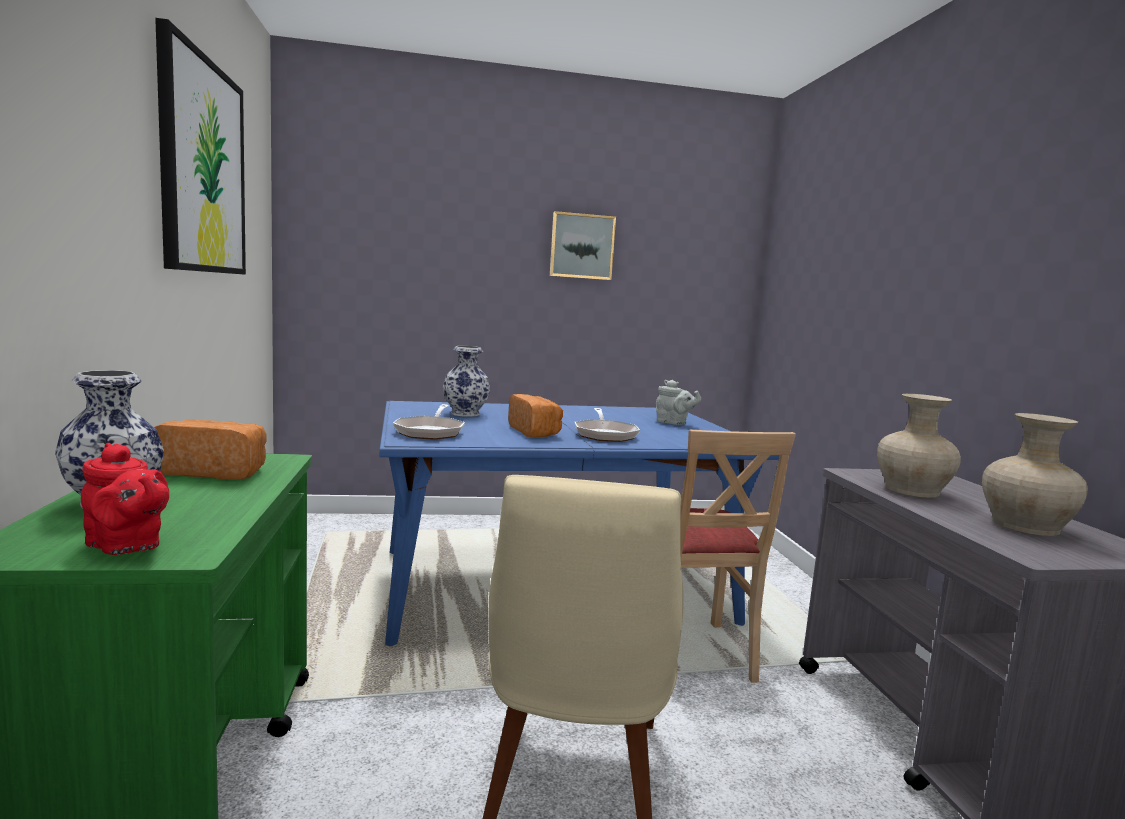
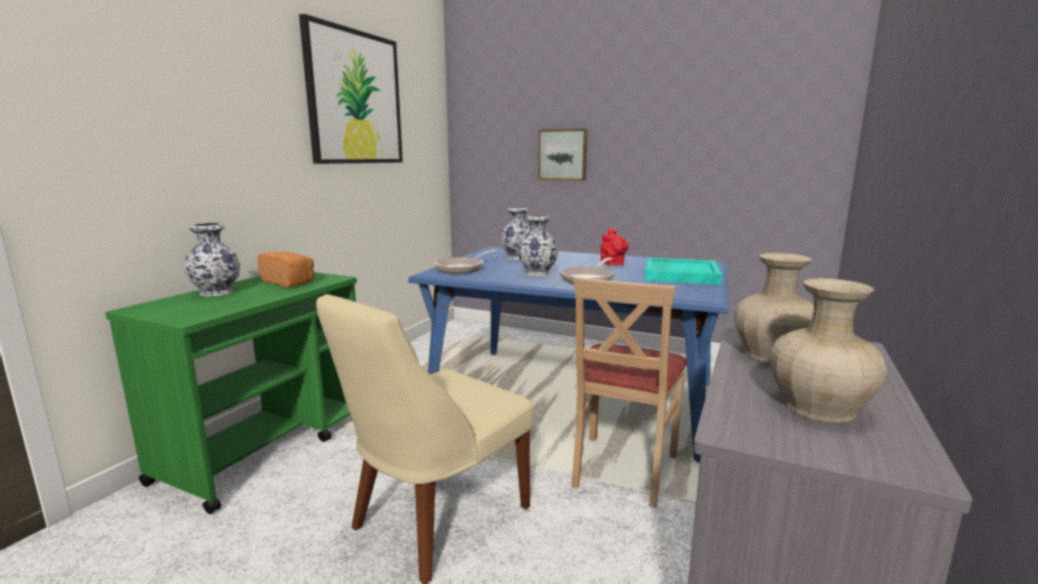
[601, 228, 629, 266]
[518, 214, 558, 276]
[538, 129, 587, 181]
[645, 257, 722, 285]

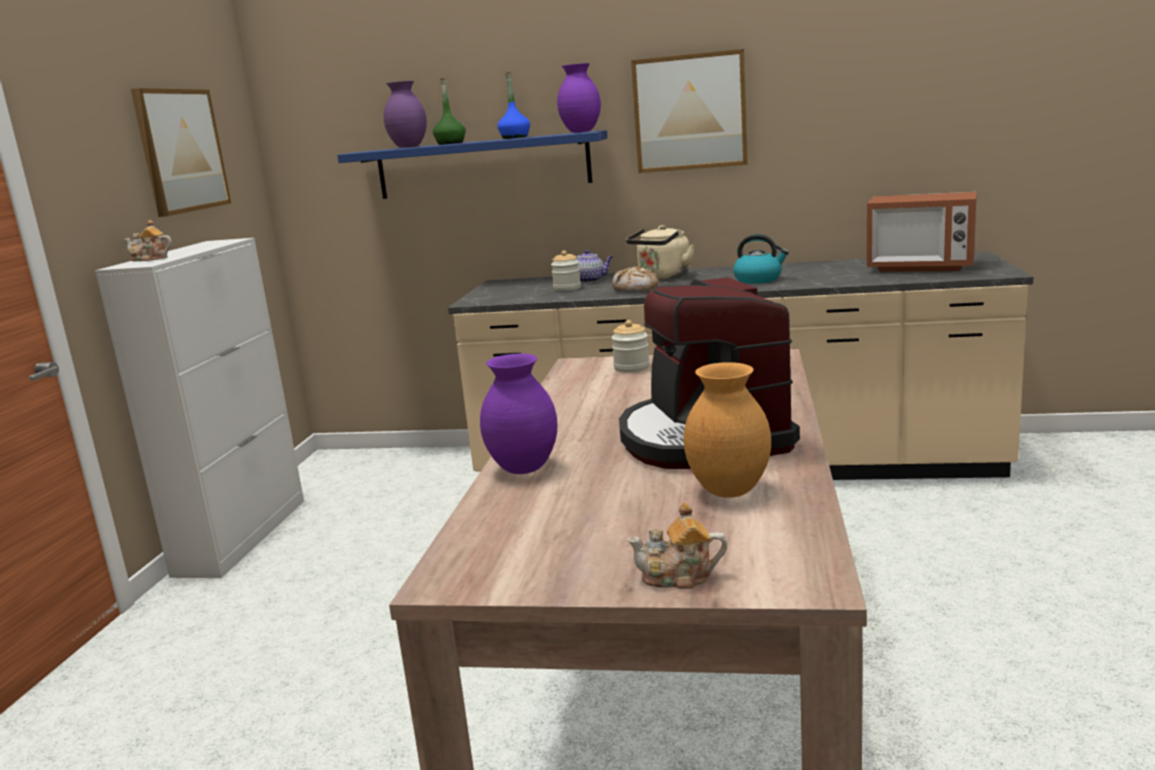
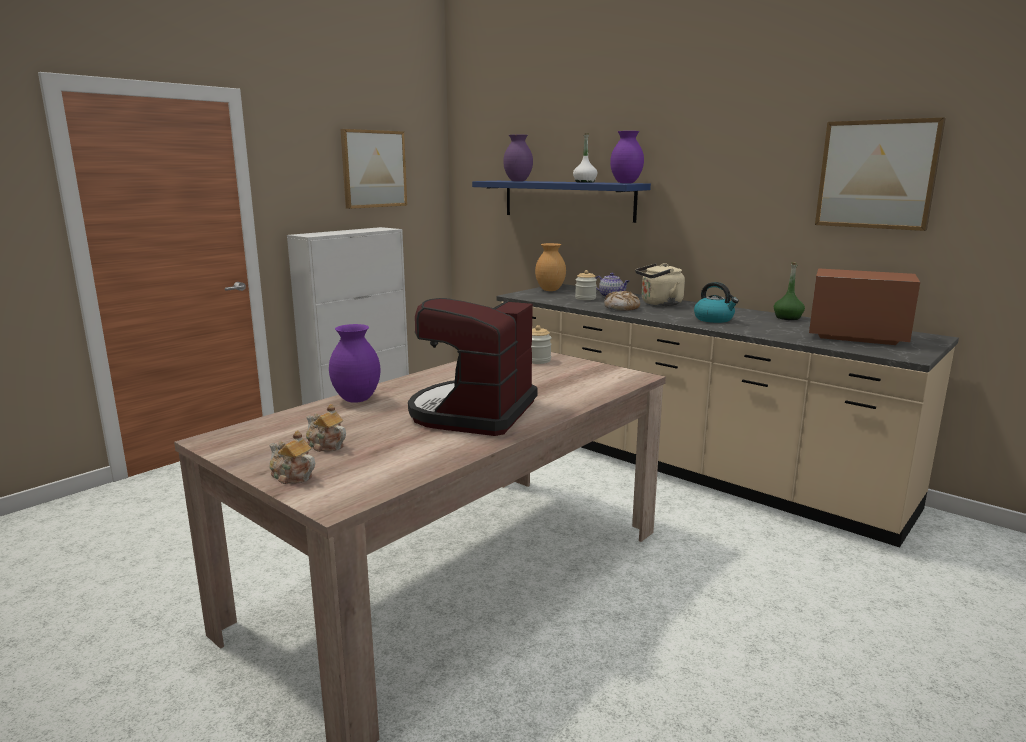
[306, 404, 346, 452]
[774, 262, 805, 320]
[573, 133, 597, 182]
[815, 117, 946, 231]
[535, 243, 566, 291]
[809, 268, 920, 345]

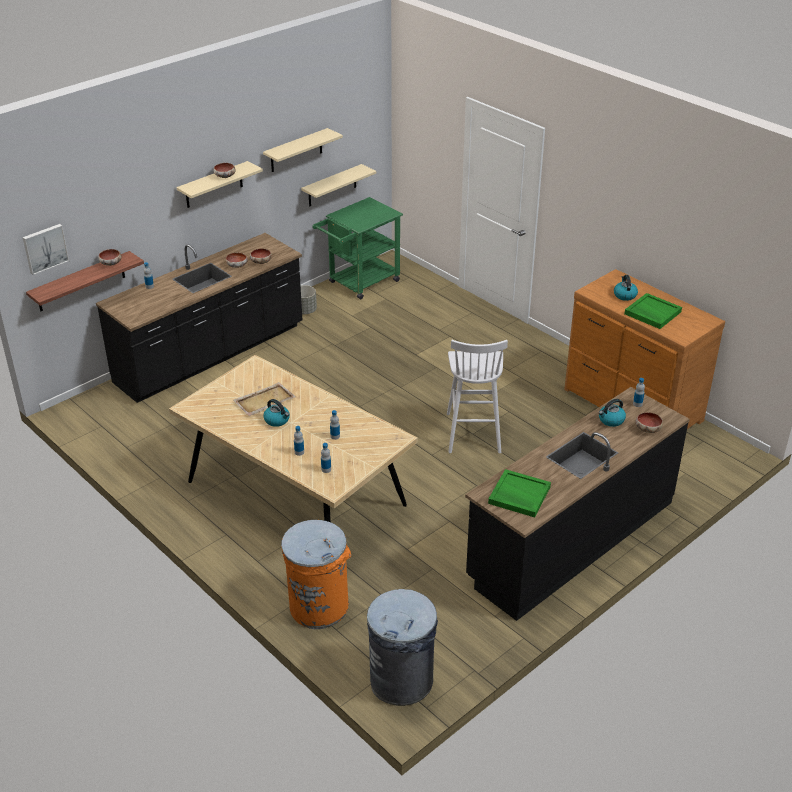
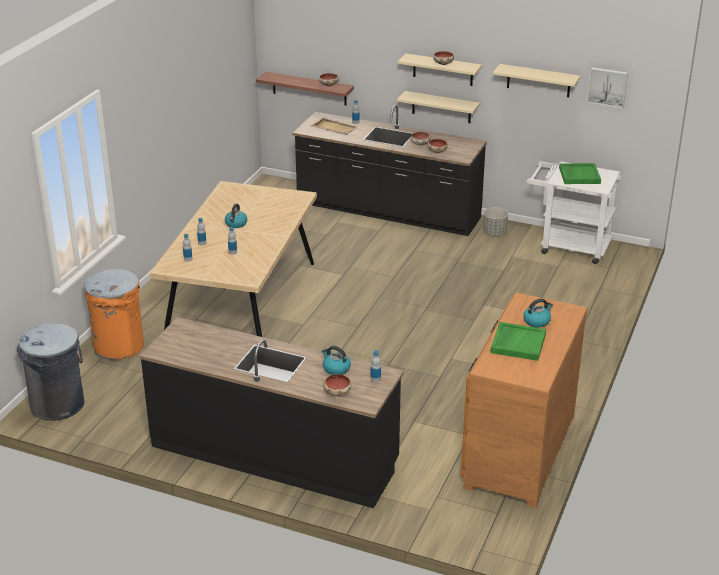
[587, 67, 628, 108]
[310, 117, 359, 135]
[397, 91, 480, 123]
[527, 161, 621, 264]
[447, 340, 508, 454] (first image)
[559, 163, 601, 184]

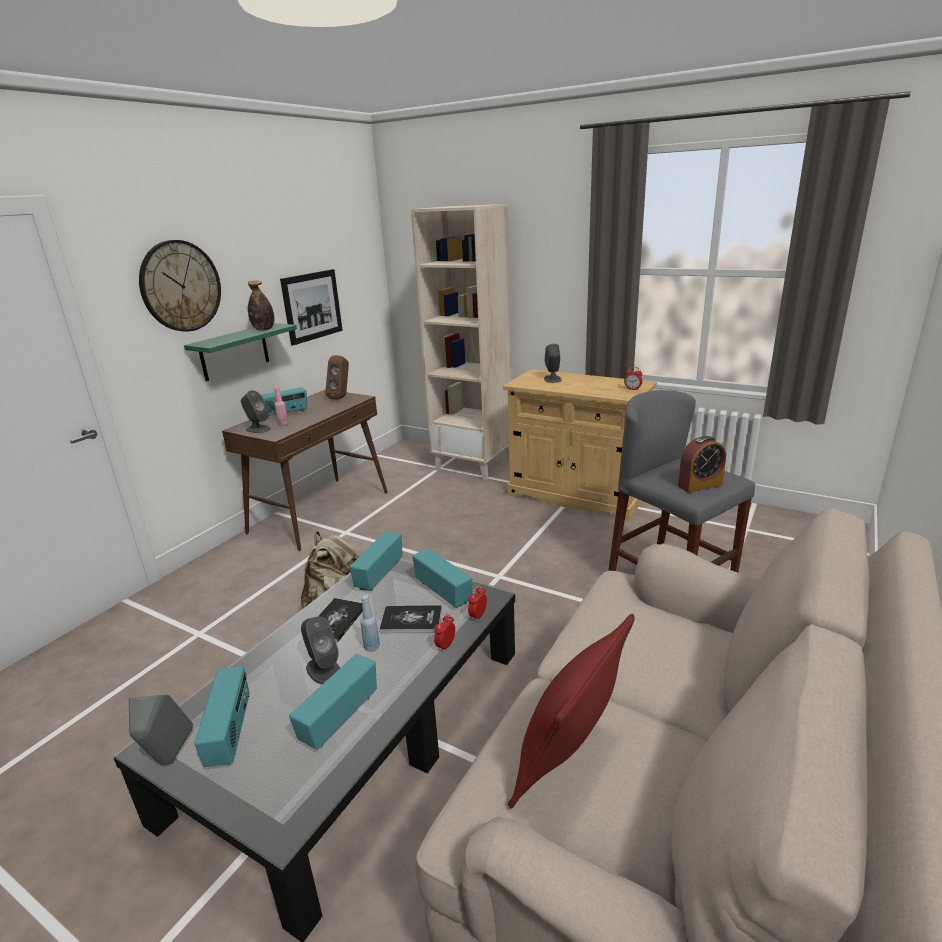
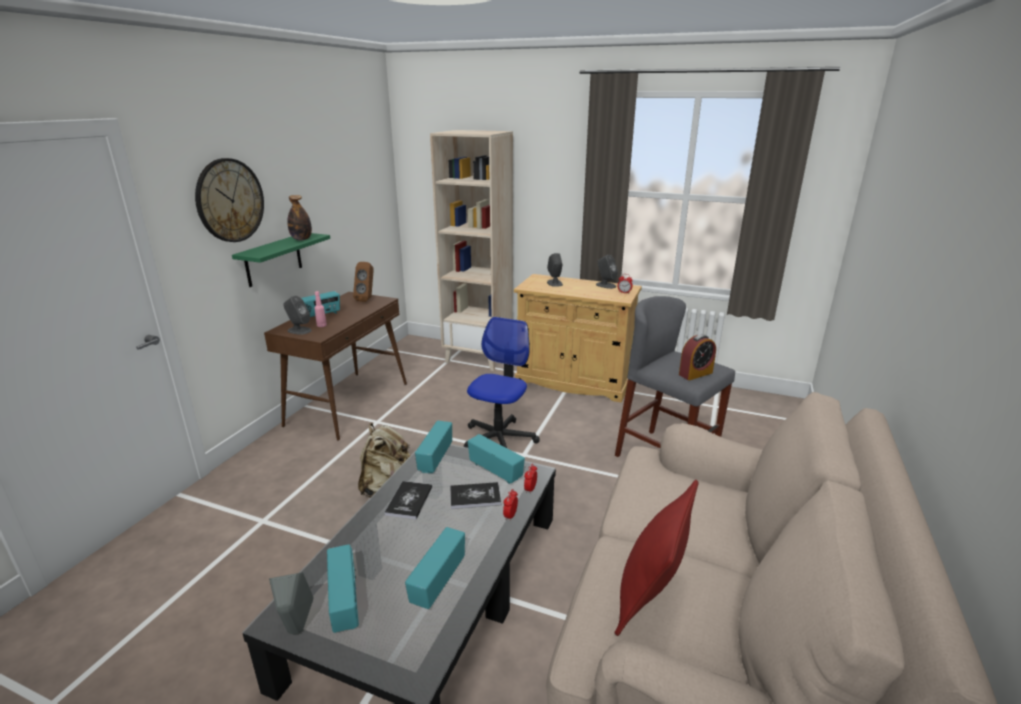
[280, 269, 343, 345] (first image)
[596, 255, 618, 289]
[360, 595, 380, 651] (first image)
[464, 317, 540, 448]

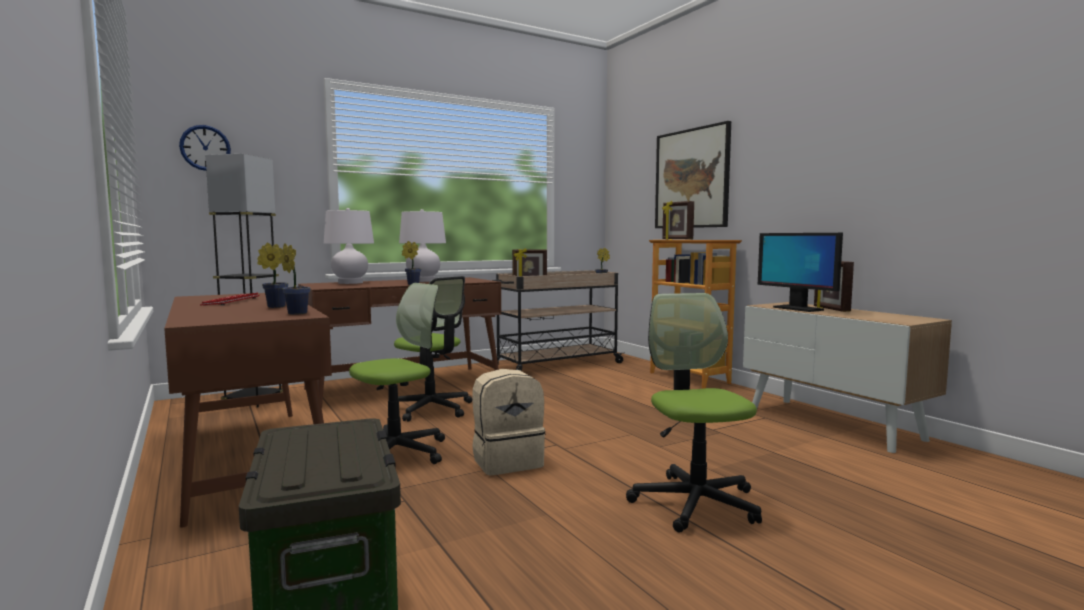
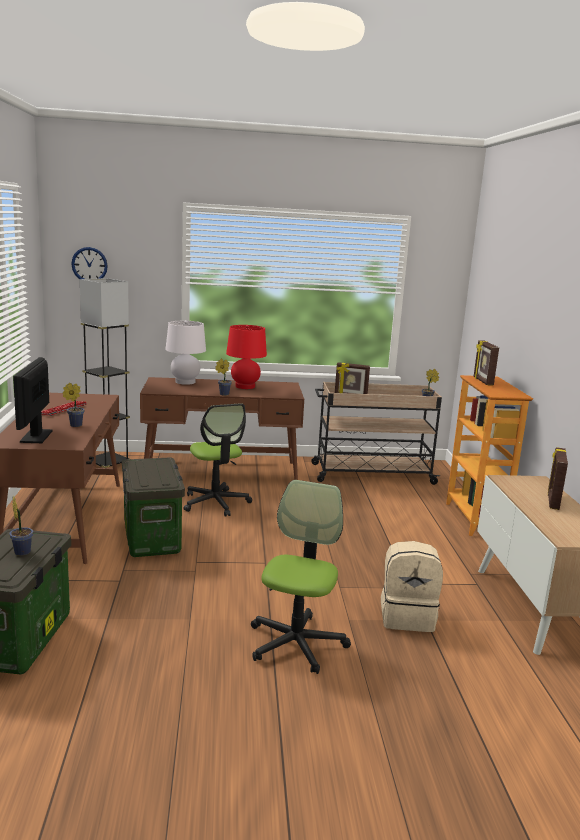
[9, 496, 33, 556]
[122, 457, 185, 557]
[226, 325, 267, 389]
[381, 541, 443, 632]
[655, 121, 731, 228] (first image)
[13, 357, 53, 443]

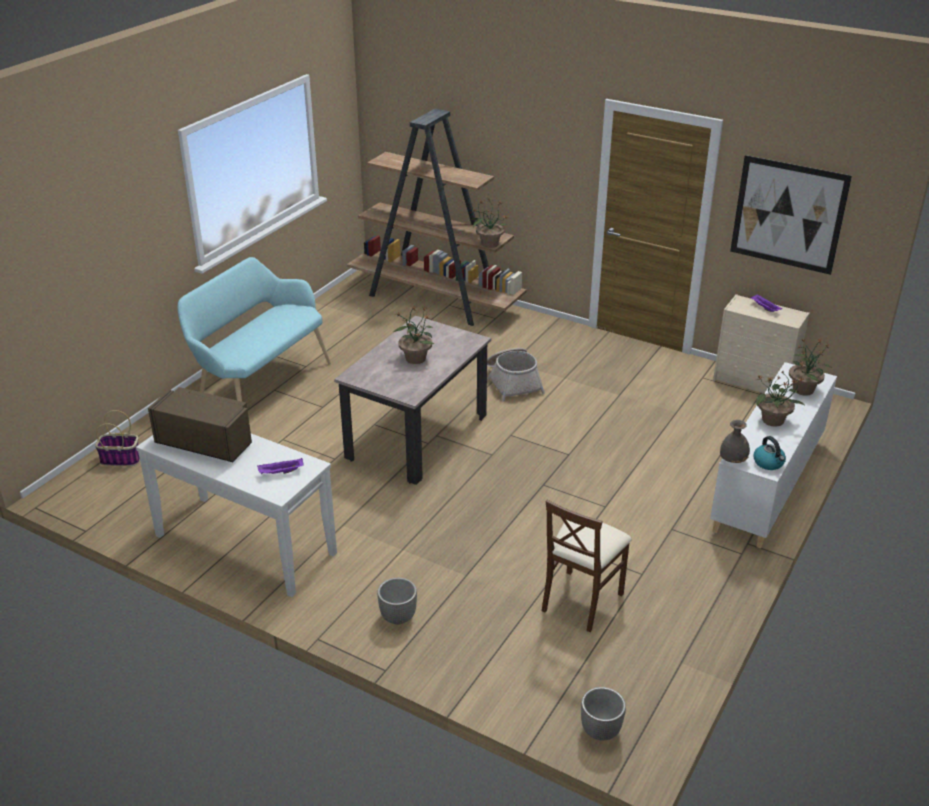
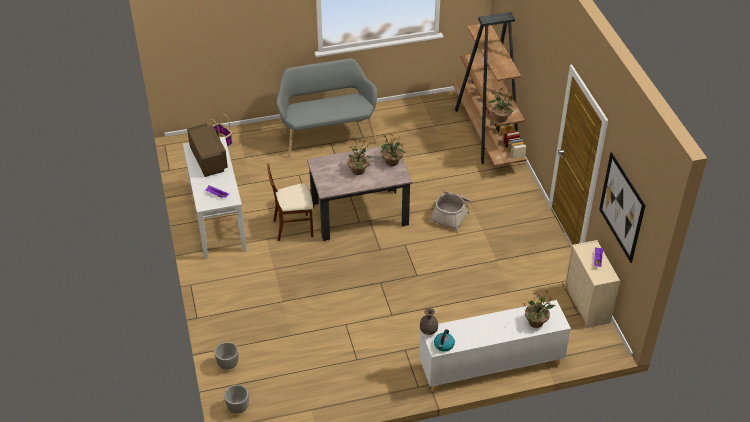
[276, 58, 377, 158]
[214, 342, 239, 370]
[267, 164, 313, 241]
[380, 134, 406, 166]

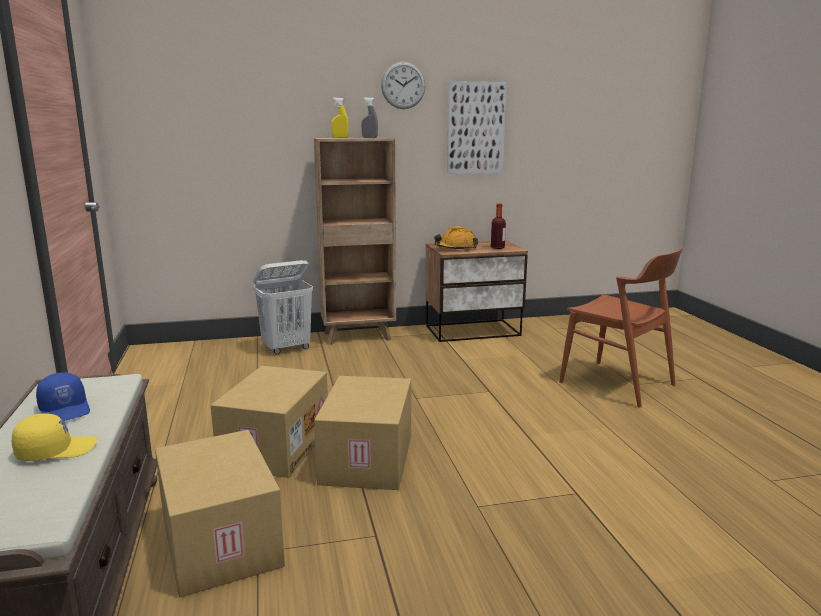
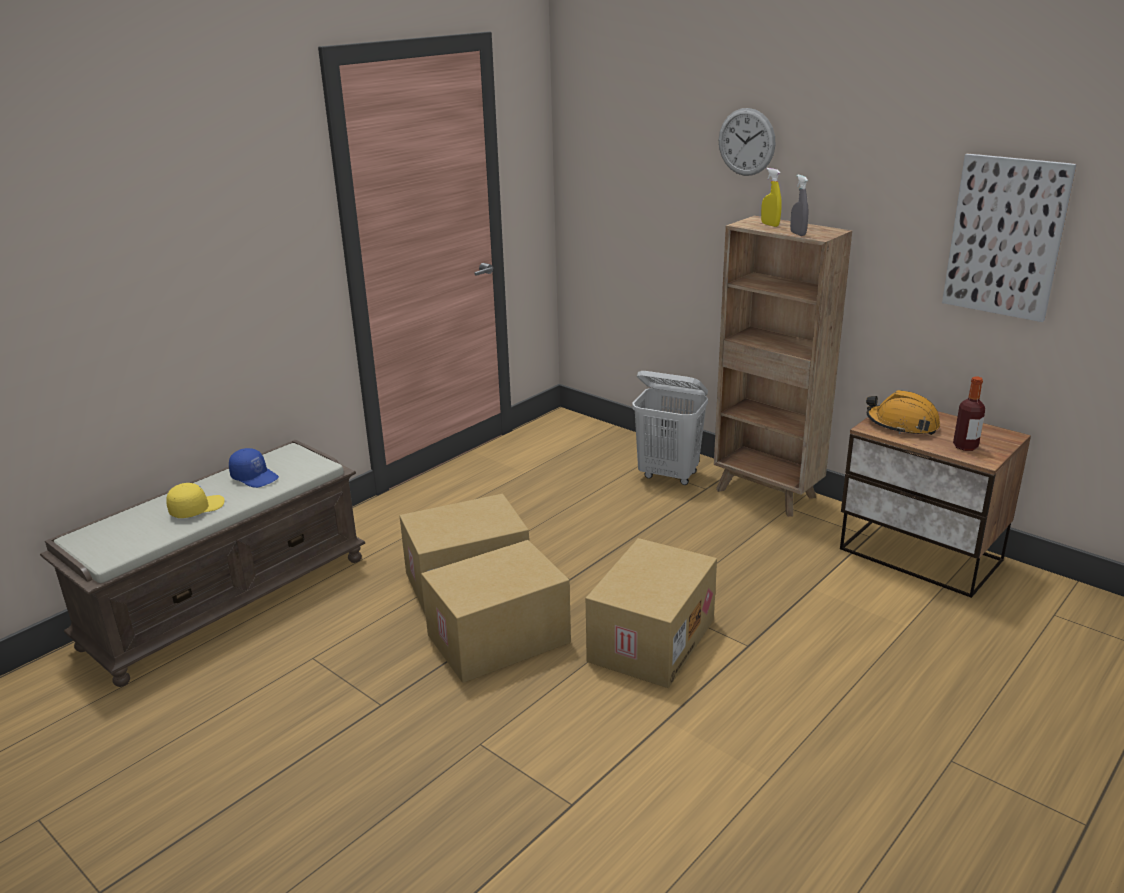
[166, 483, 225, 518]
[229, 448, 279, 488]
[586, 538, 717, 688]
[719, 108, 775, 176]
[559, 249, 682, 408] (first image)

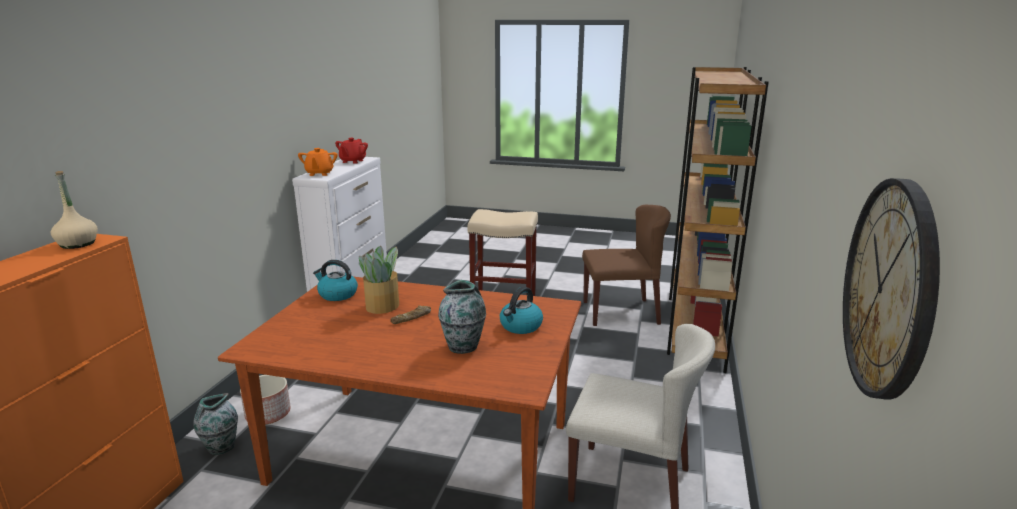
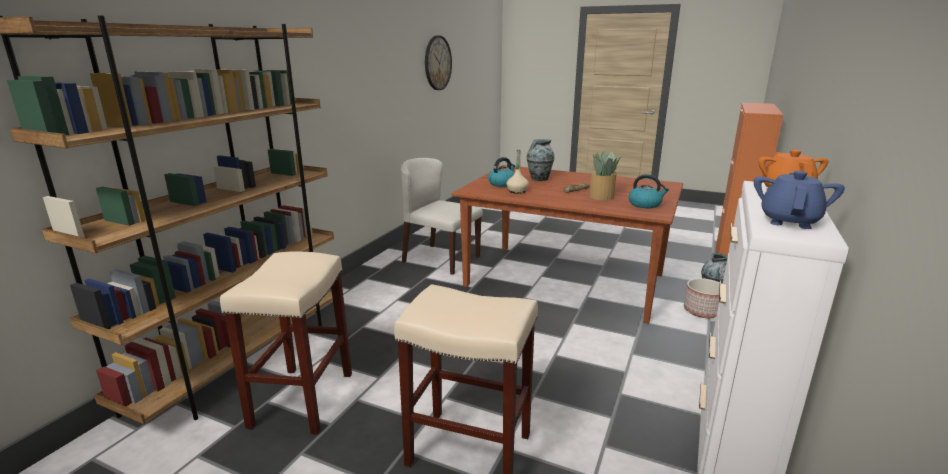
[507, 150, 529, 194]
[754, 171, 845, 229]
[220, 251, 352, 435]

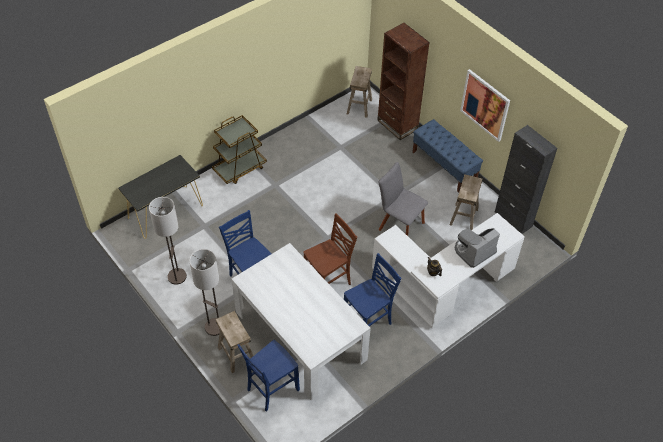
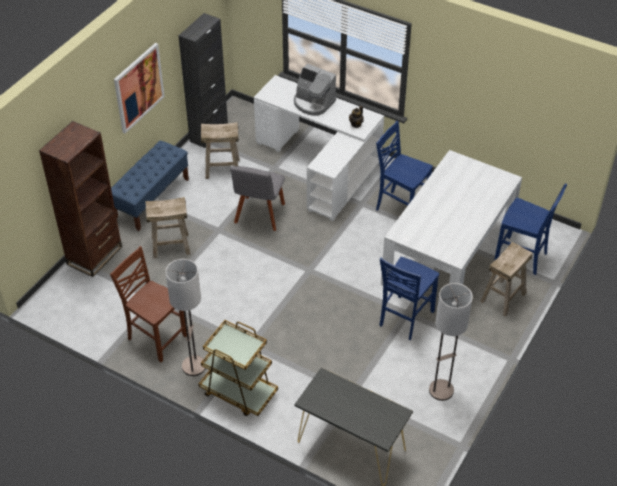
[165, 259, 206, 376]
[110, 246, 187, 362]
[145, 197, 190, 258]

